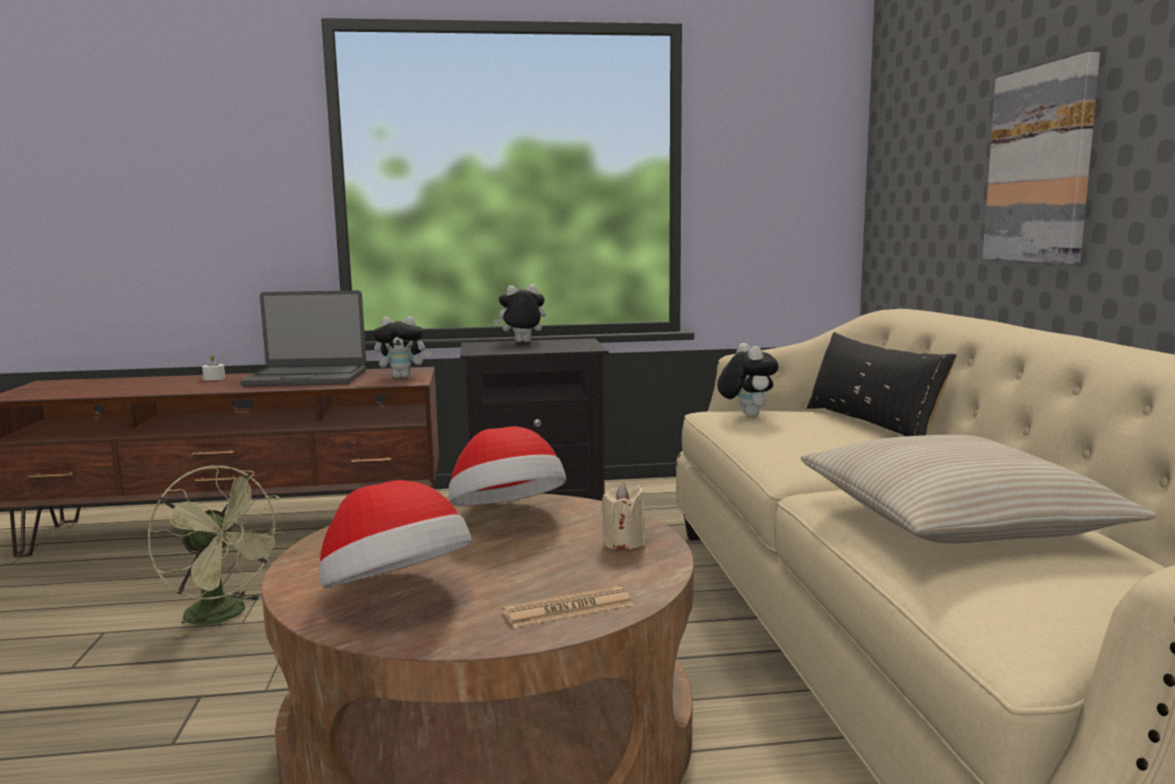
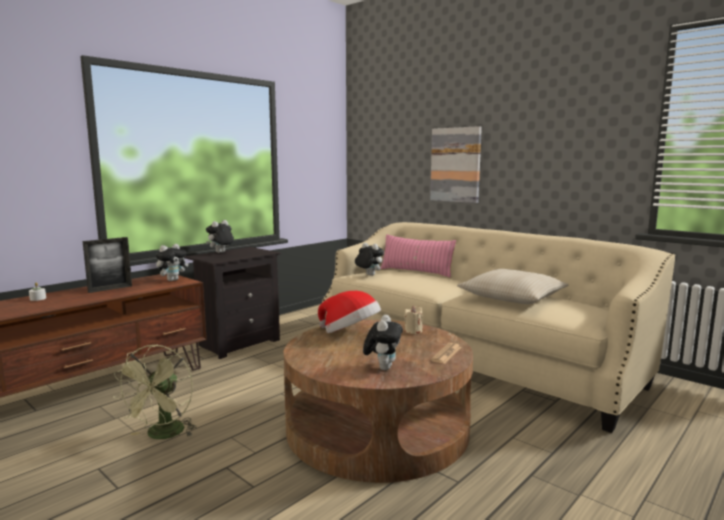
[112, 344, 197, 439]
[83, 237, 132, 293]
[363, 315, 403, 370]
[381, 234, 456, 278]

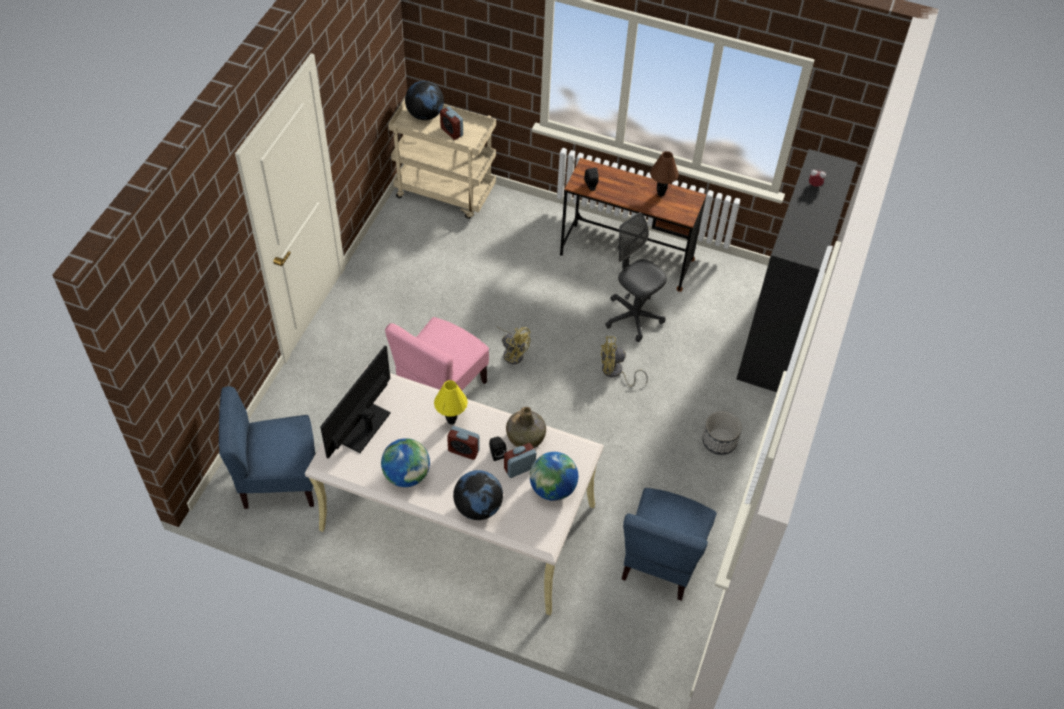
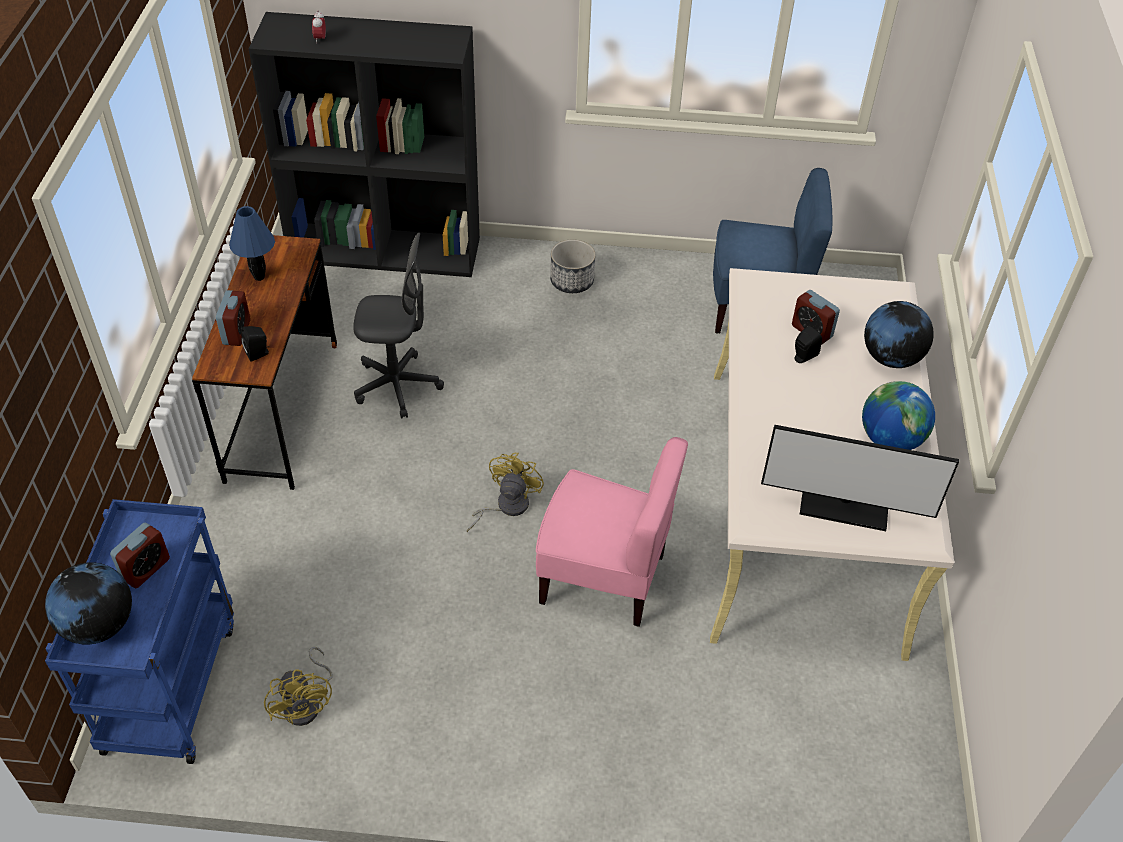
[219, 386, 315, 509] (first image)
[45, 499, 234, 764]
[434, 380, 468, 425] (first image)
[216, 290, 251, 346]
[506, 407, 546, 448] (first image)
[530, 452, 578, 501] (first image)
[264, 647, 333, 726]
[353, 233, 444, 419]
[229, 206, 275, 281]

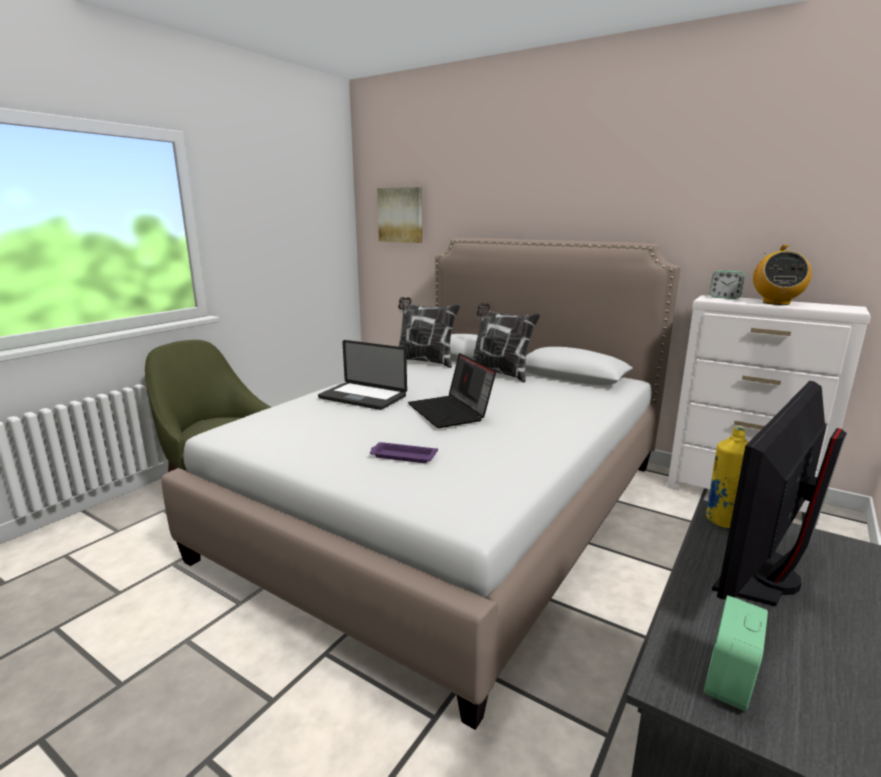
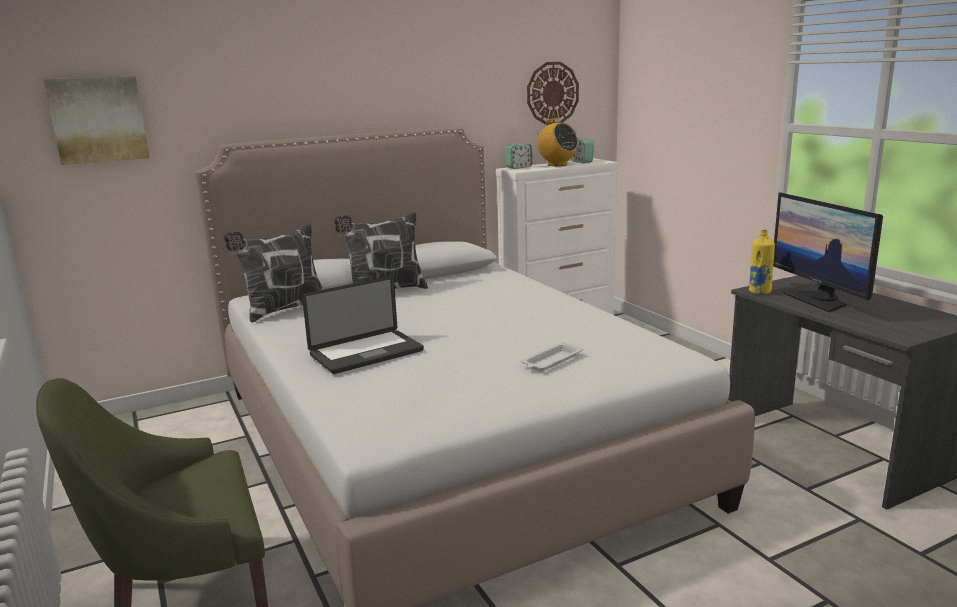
[521, 342, 583, 372]
[408, 353, 496, 428] (first image)
[571, 139, 594, 163]
[527, 62, 579, 125]

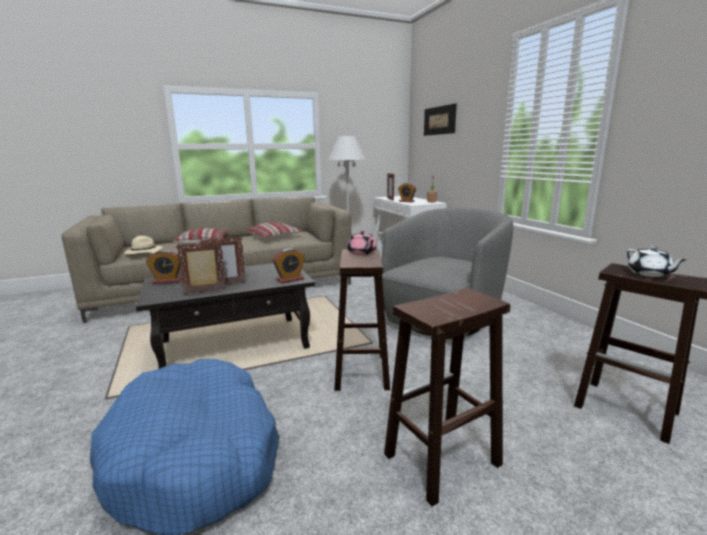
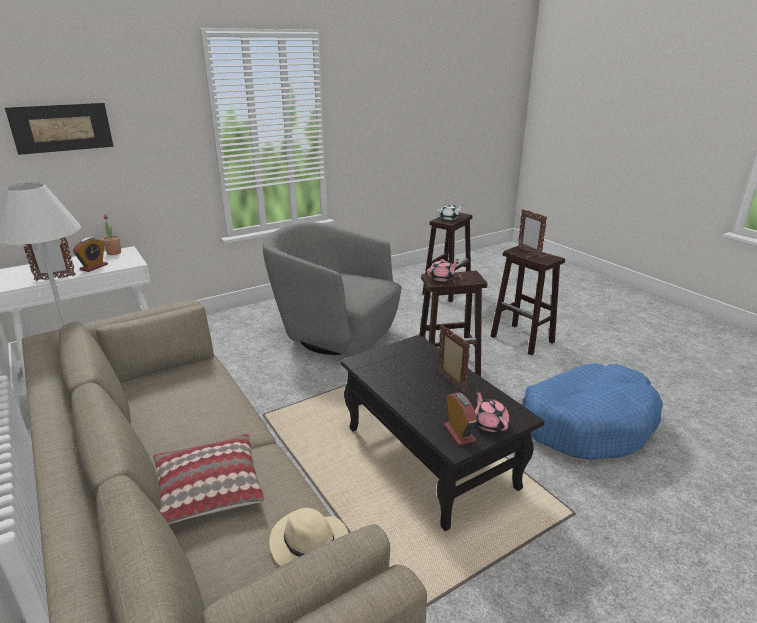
[518, 209, 547, 257]
[245, 222, 303, 238] (first image)
[272, 248, 305, 284] (first image)
[475, 390, 509, 432]

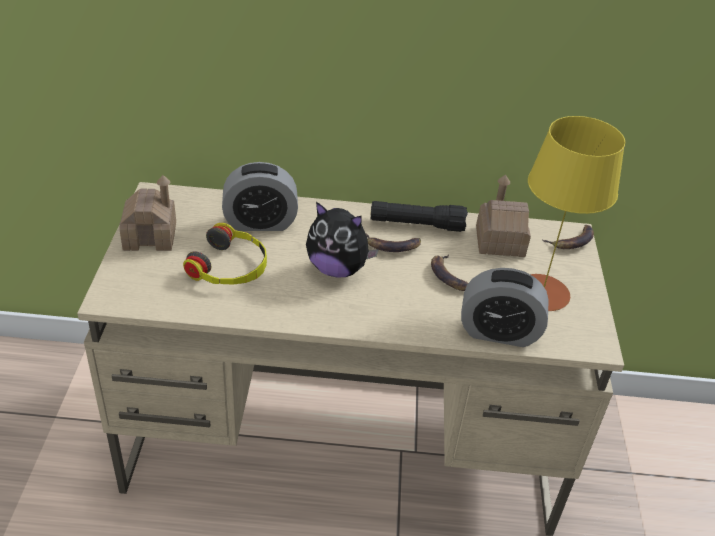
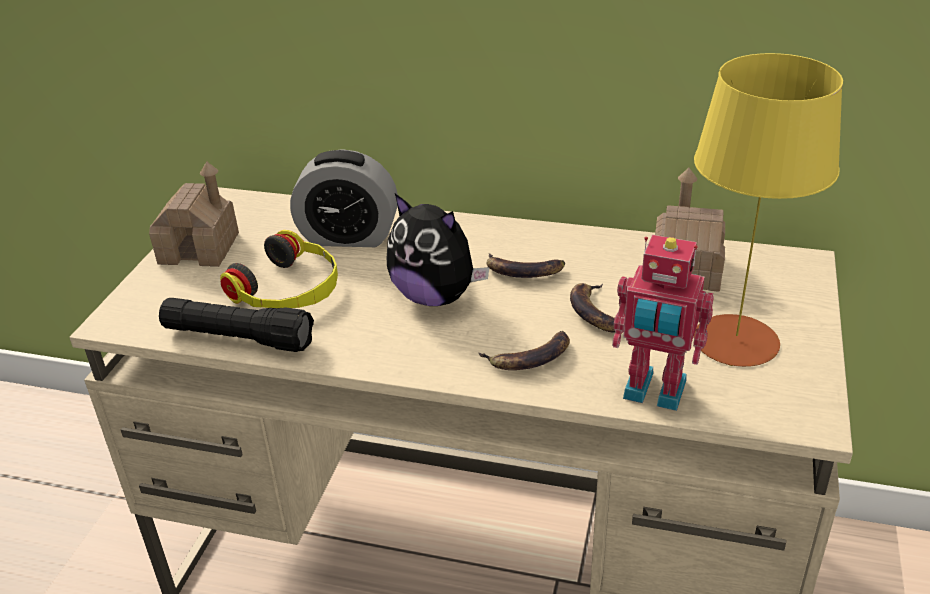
[159, 298, 314, 352]
[612, 235, 714, 411]
[479, 331, 570, 370]

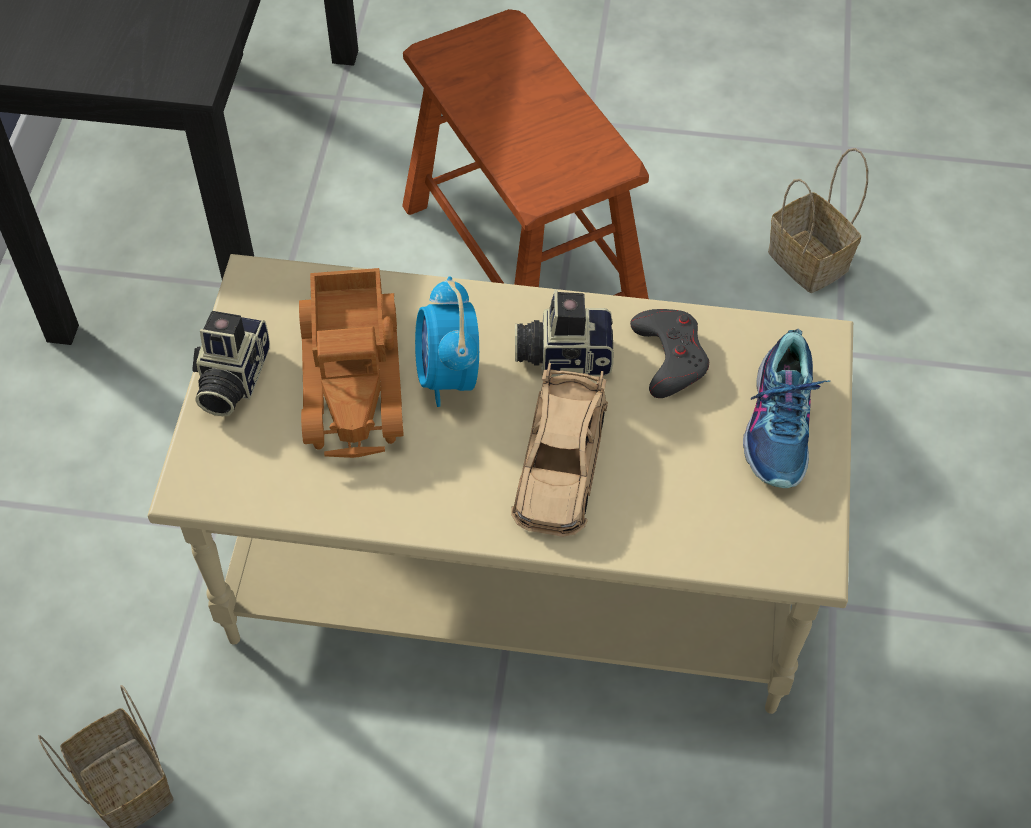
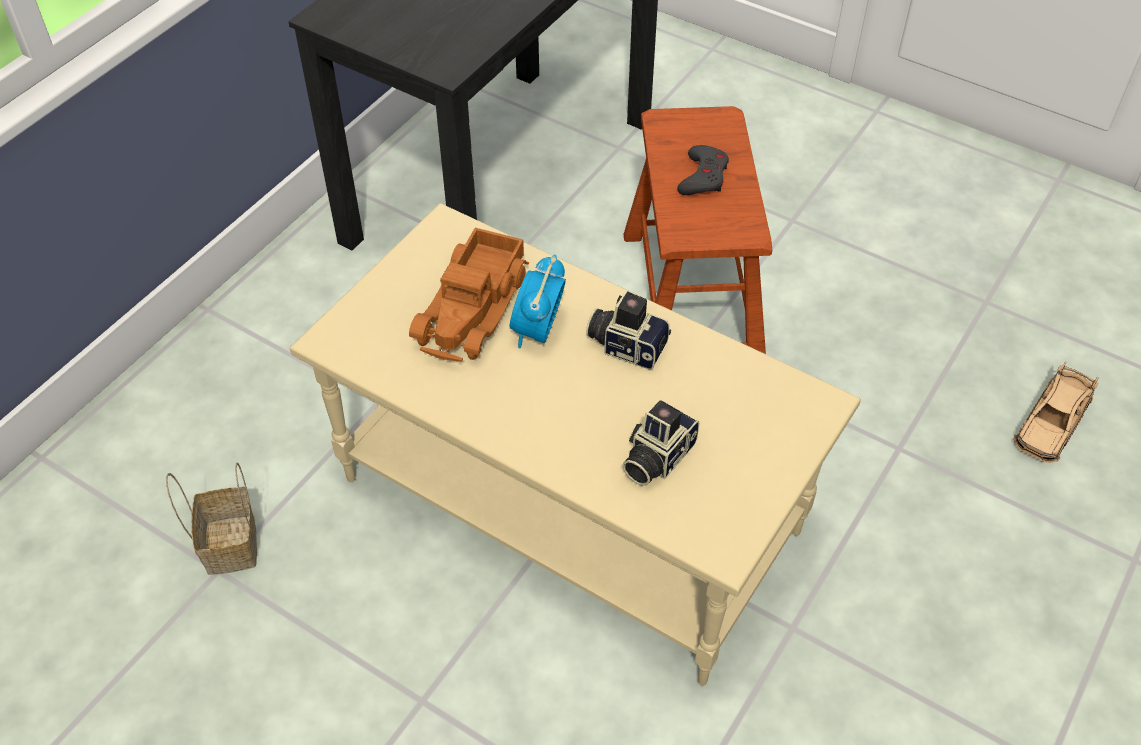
[622, 400, 699, 486]
[1013, 362, 1099, 463]
[677, 145, 729, 195]
[743, 329, 830, 488] (first image)
[768, 148, 868, 293] (first image)

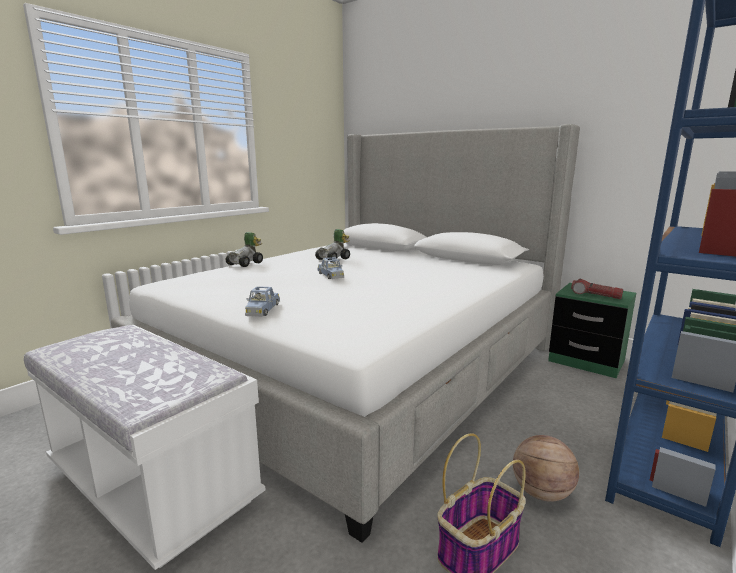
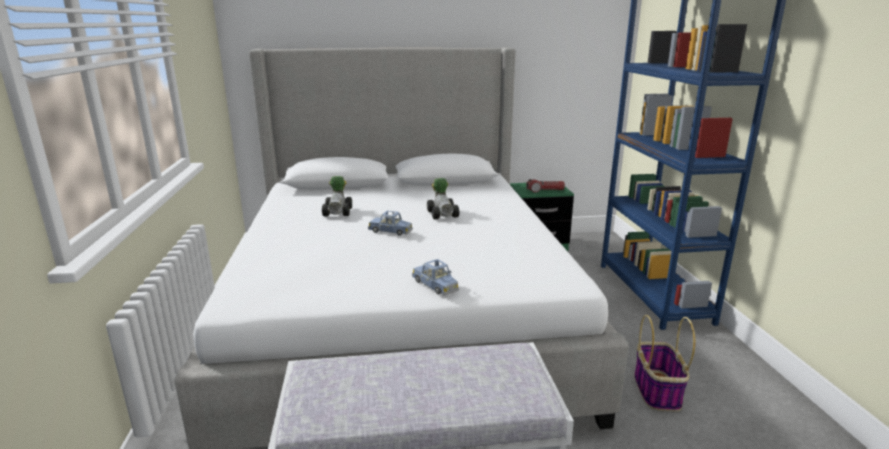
[427, 178, 459, 219]
[513, 435, 579, 502] (first image)

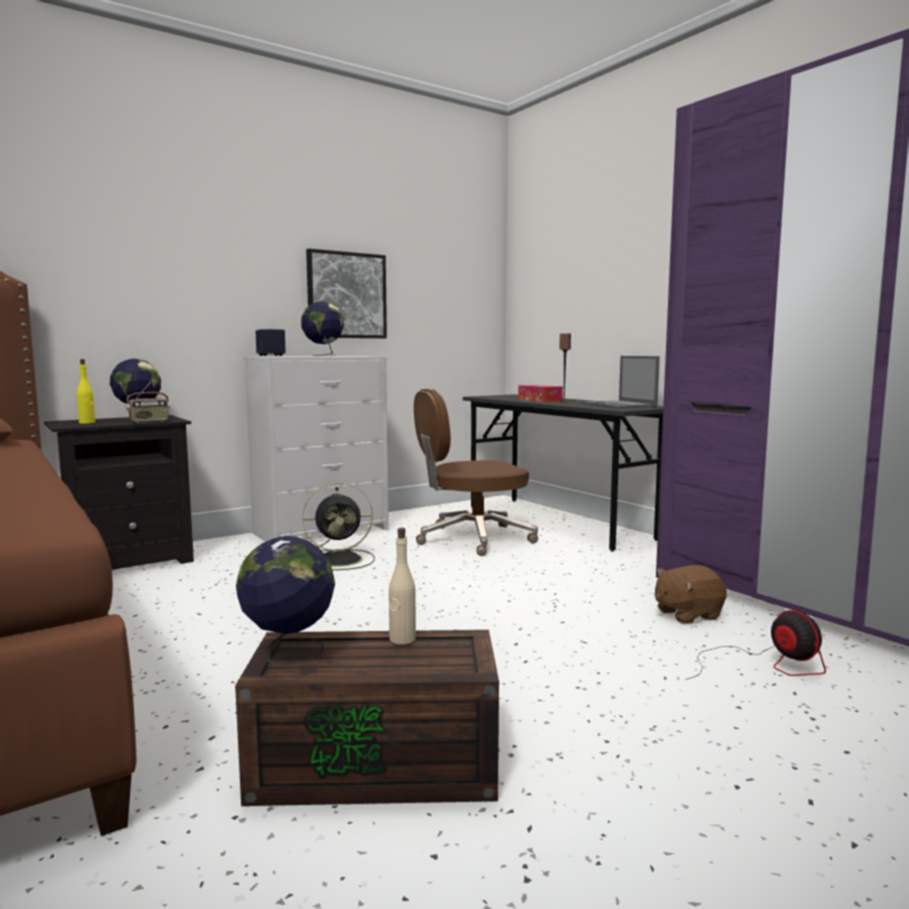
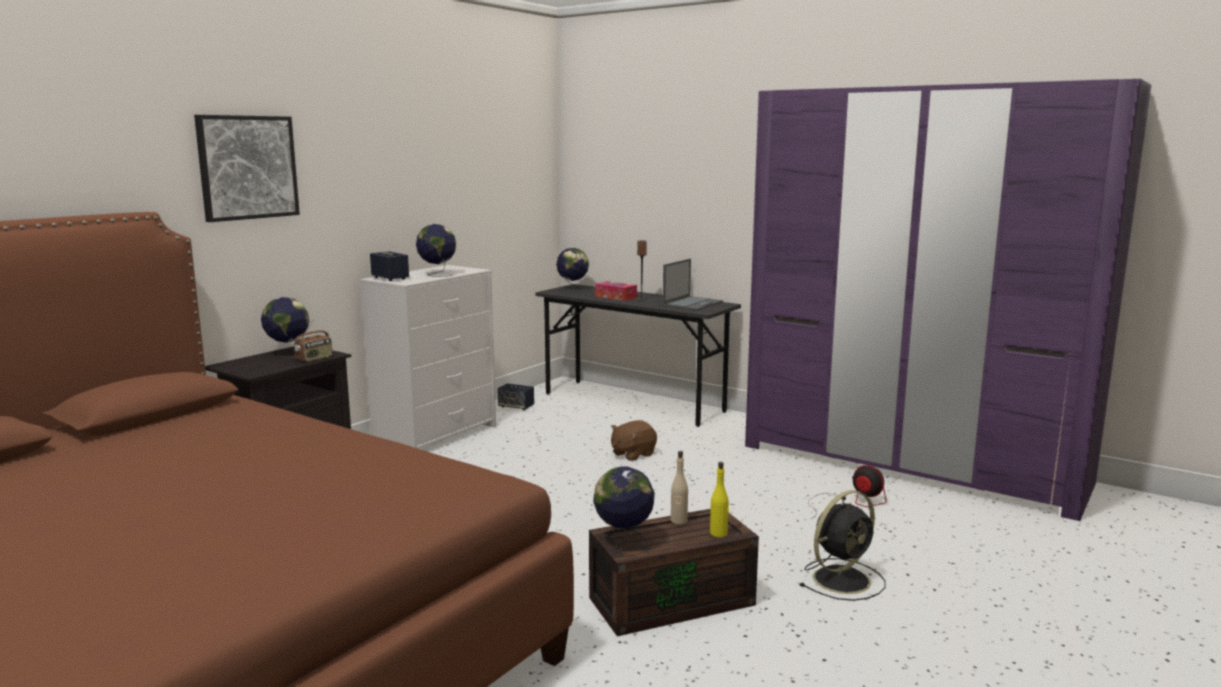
[710, 462, 729, 537]
[800, 490, 885, 601]
[194, 115, 300, 222]
[414, 389, 538, 556] (first image)
[663, 259, 723, 311]
[611, 420, 657, 461]
[498, 384, 534, 410]
[556, 248, 589, 291]

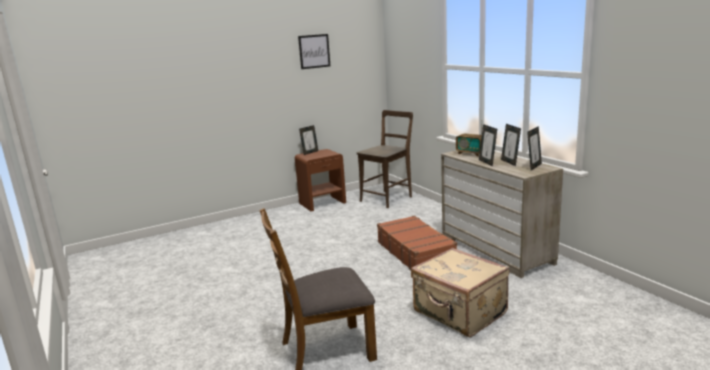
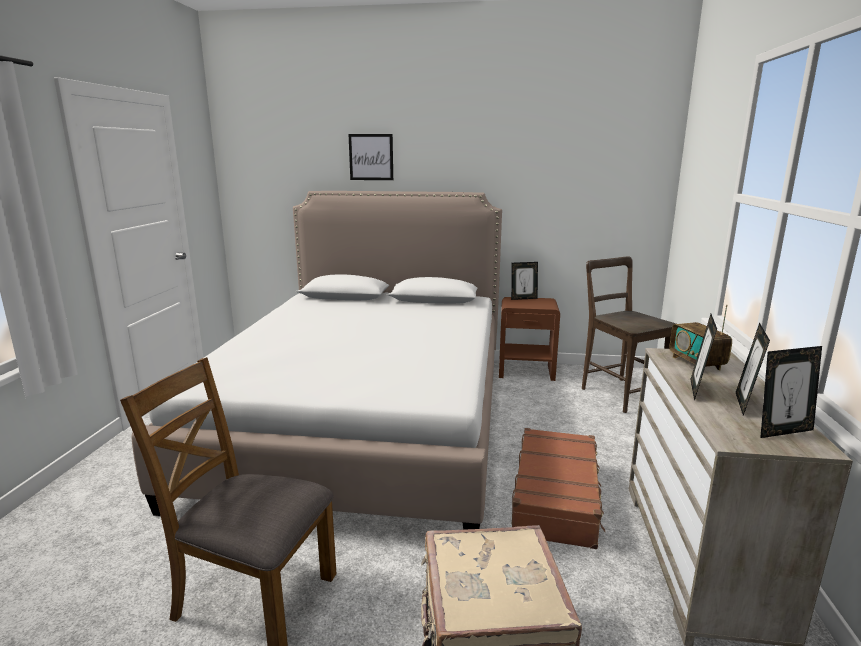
[348, 134, 393, 180]
[582, 256, 676, 413]
[132, 191, 502, 530]

